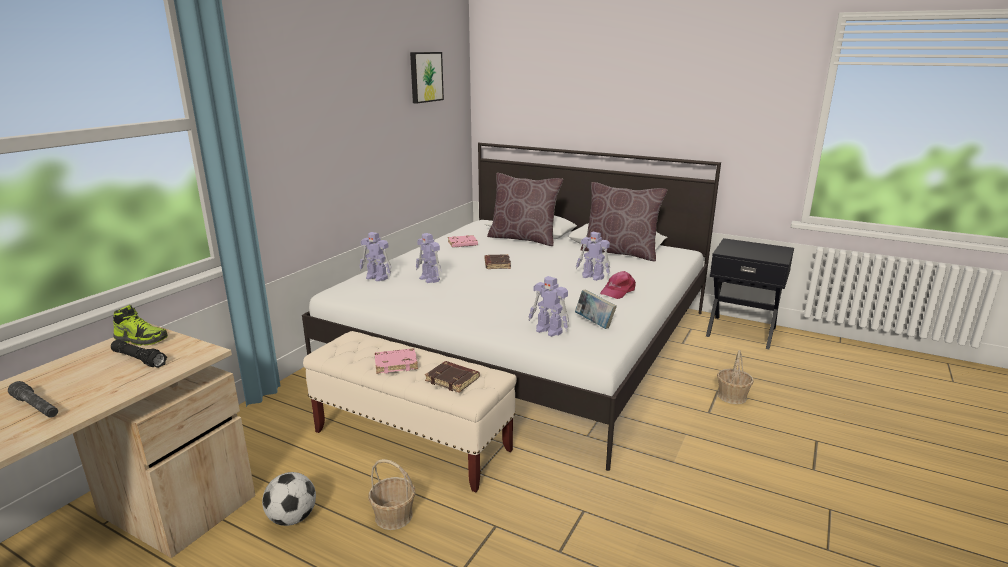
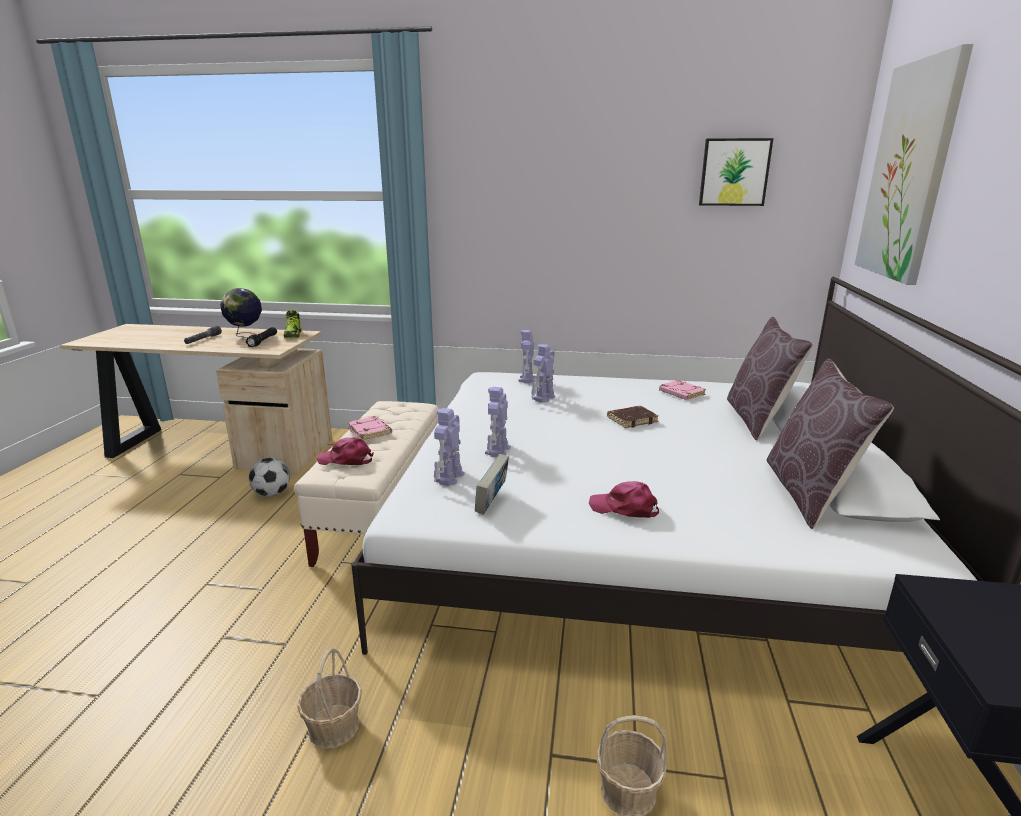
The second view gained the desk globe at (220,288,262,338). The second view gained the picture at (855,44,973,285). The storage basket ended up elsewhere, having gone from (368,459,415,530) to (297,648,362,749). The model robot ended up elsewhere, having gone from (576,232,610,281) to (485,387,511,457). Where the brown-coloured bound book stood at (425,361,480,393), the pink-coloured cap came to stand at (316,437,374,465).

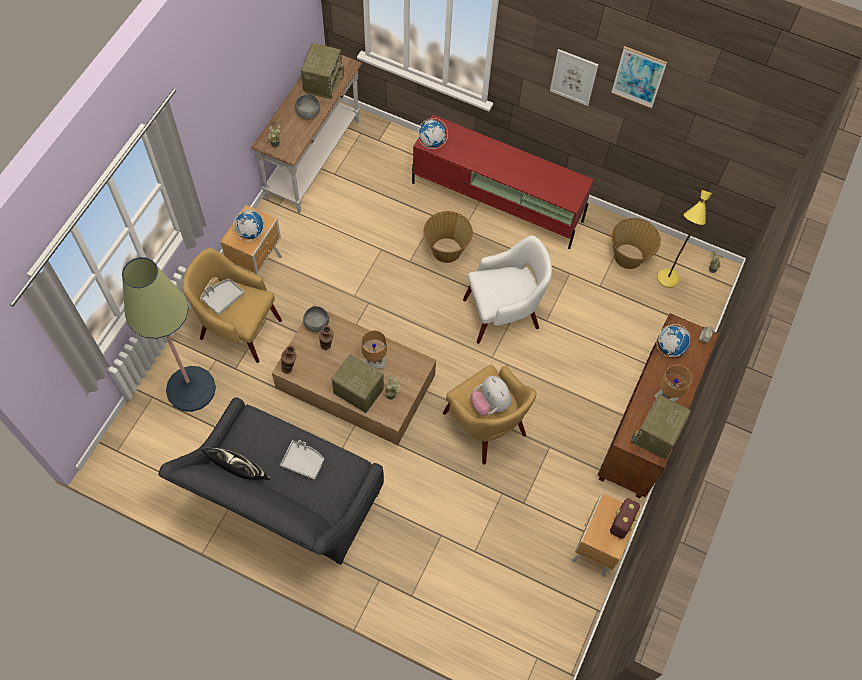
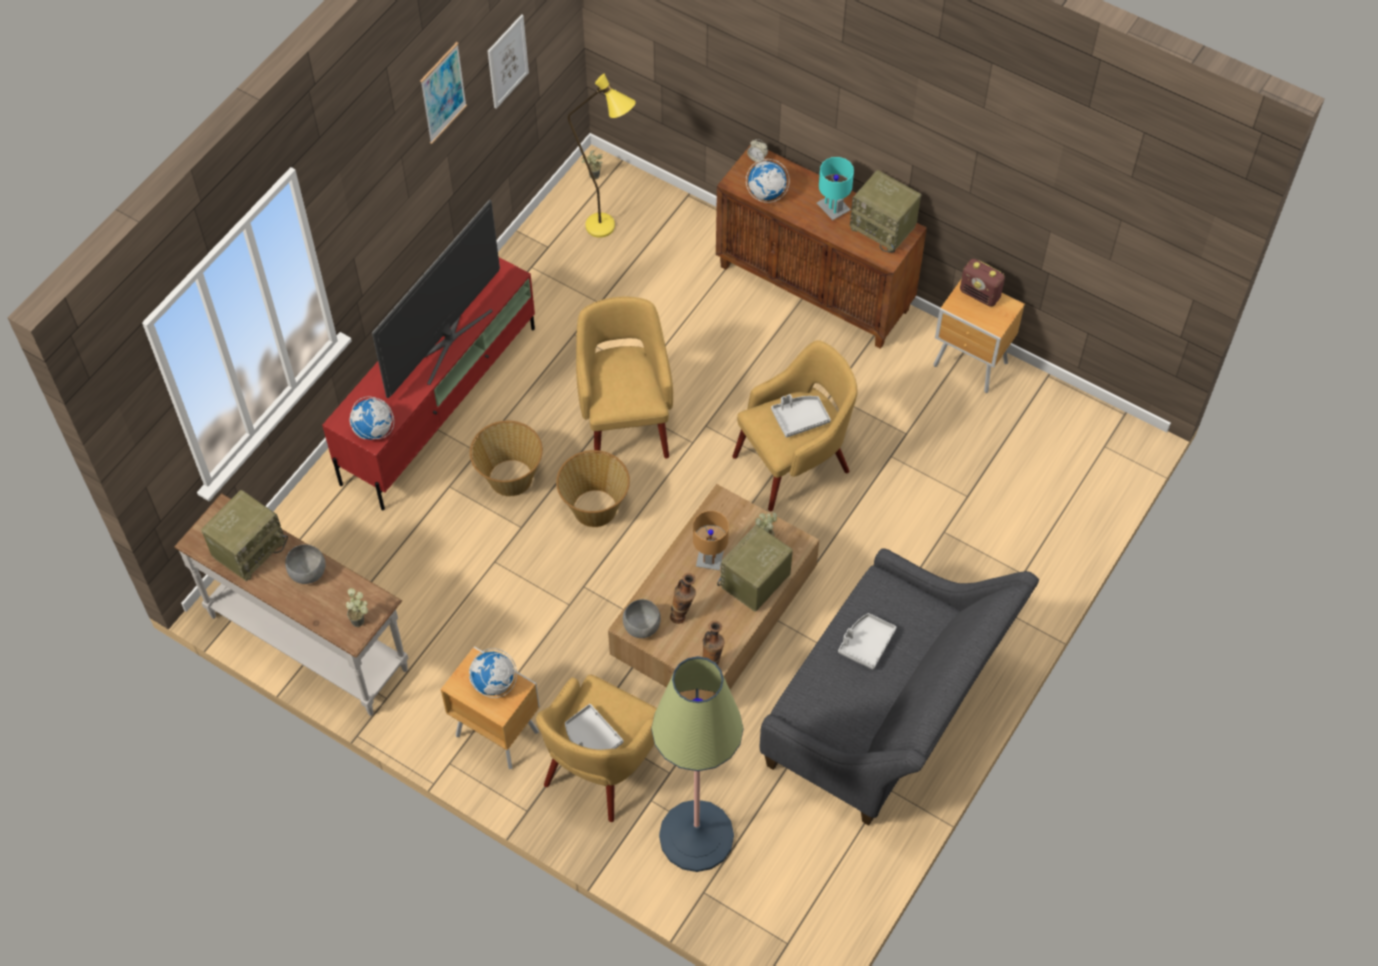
The second view lost the cushion at (201,447,271,480). The second view gained the television at (372,200,500,398). The picture ended up elsewhere, having gone from (550,49,599,106) to (488,14,529,109). The storage basket ended up elsewhere, having gone from (611,218,661,269) to (556,450,630,527). Where the soft toy stood at (470,376,512,416), the greyish carrying tray came to stand at (771,394,831,438). What was the white lounge chair at (463,235,552,344) turned into the yellowish lounge chair at (576,297,673,459). What was the brown-coloured tabletop lamp at (654,365,692,402) turned into the turquoise-coloured tabletop lamp at (817,157,854,220). The radio set at (301,43,344,100) ended up facing another way, 105 degrees clockwise from before.

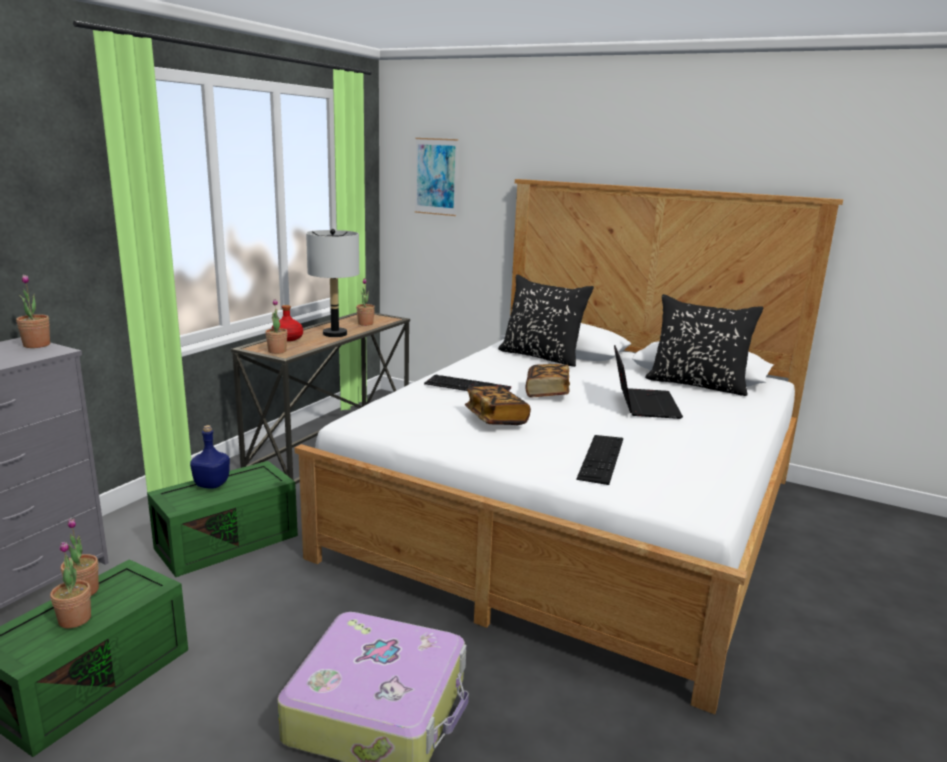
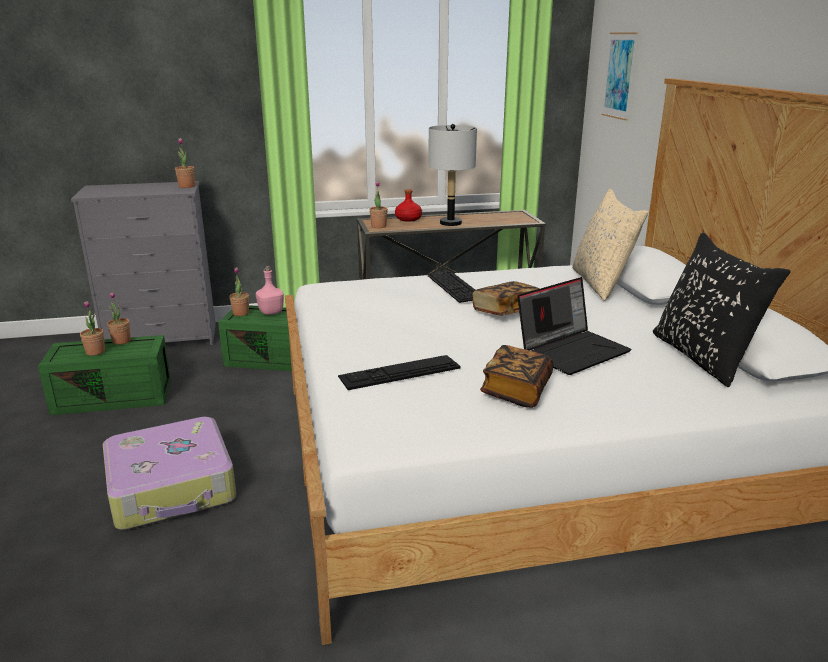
The houseplant ended up elsewhere, having gone from (356,278,375,326) to (229,268,249,316). The bound book ended up elsewhere, having gone from (465,386,531,425) to (480,345,553,408). What was the bluish drink bottle at (190,425,230,488) turned into the pink-coloured drink bottle at (256,266,284,315). What was the black cushion at (498,275,594,367) turned into the beige cushion at (572,189,648,301).

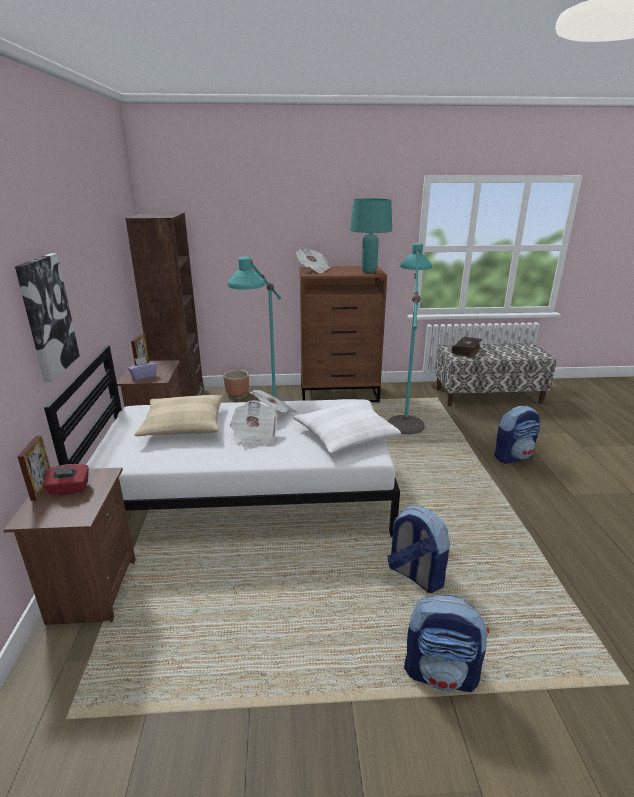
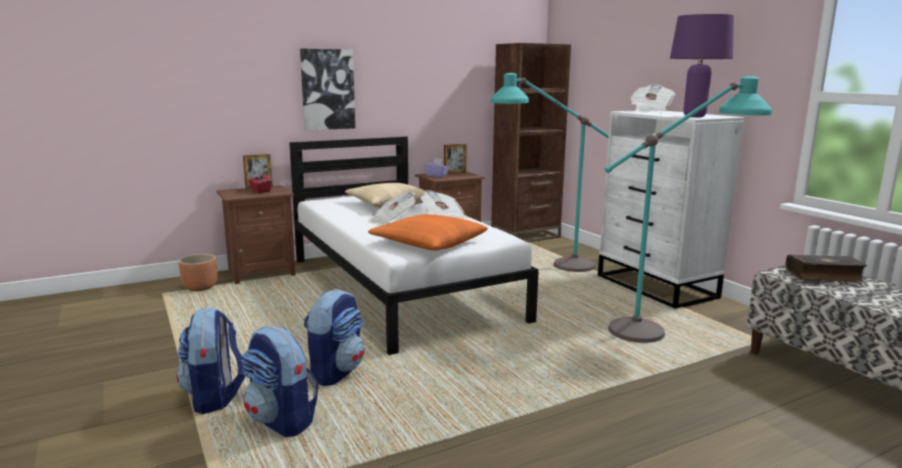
The brown-coloured planter ended up elsewhere, having gone from (224,370,249,397) to (178,254,217,291). The backpack ended up elsewhere, having gone from (494,406,540,464) to (241,326,319,437). What was the white cushion at (293,401,401,454) turned into the orange-coloured cushion at (368,214,488,250). What was the brown-coloured drawer chest at (300,266,387,402) turned into the white drawer chest at (598,110,744,309). What was the turquoise-coloured tabletop lamp at (350,198,392,273) turned into the purple tabletop lamp at (670,14,734,117).

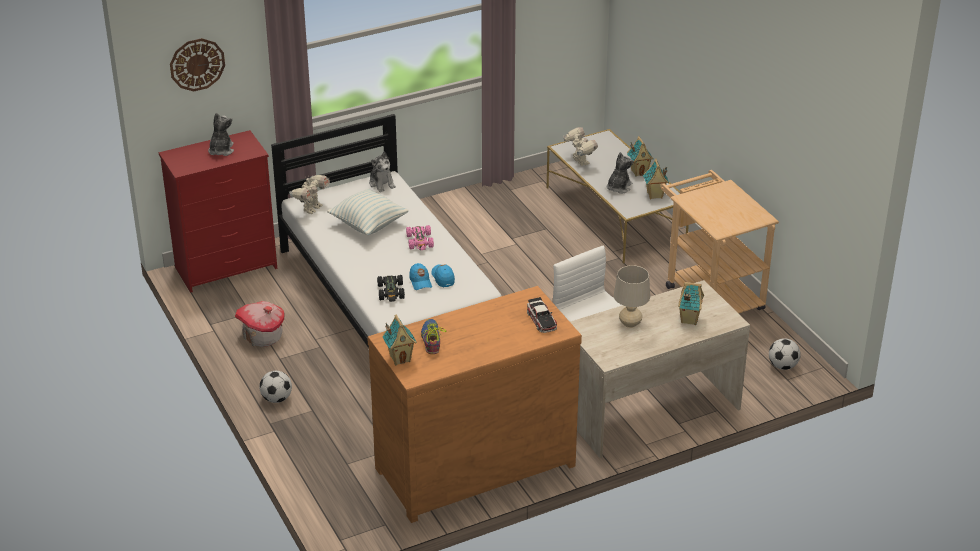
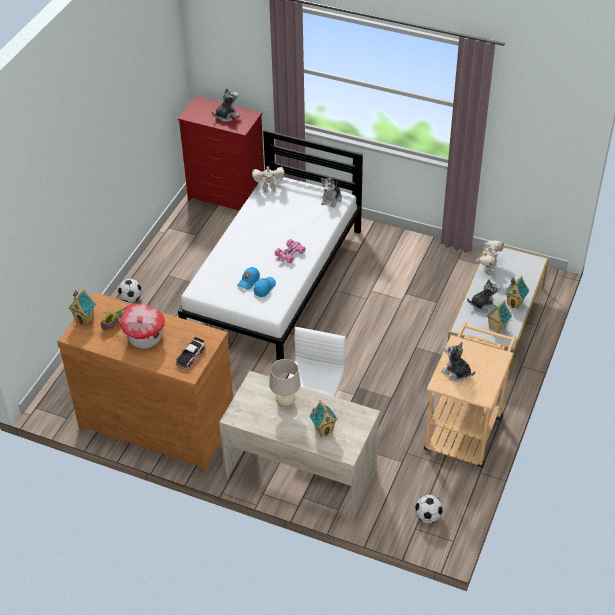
The second view lost the wall clock at (170,38,225,92). The second view lost the cushion at (327,188,409,235). The second view lost the black model car at (377,275,405,302). The second view gained the soft toy at (441,342,475,382). The miniature house ended up elsewhere, having gone from (235,301,285,347) to (119,304,165,349).

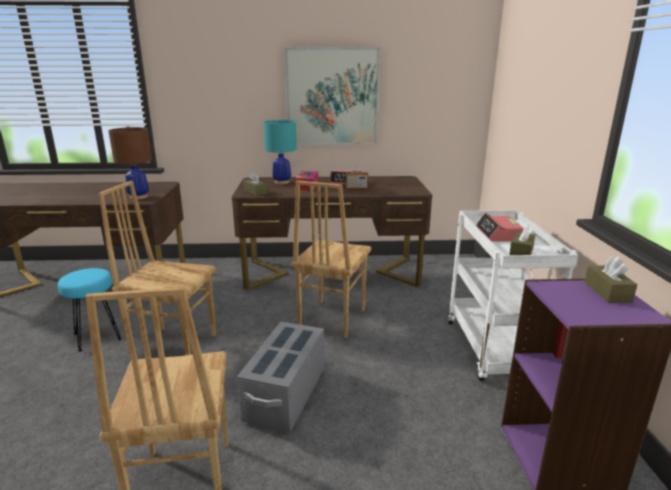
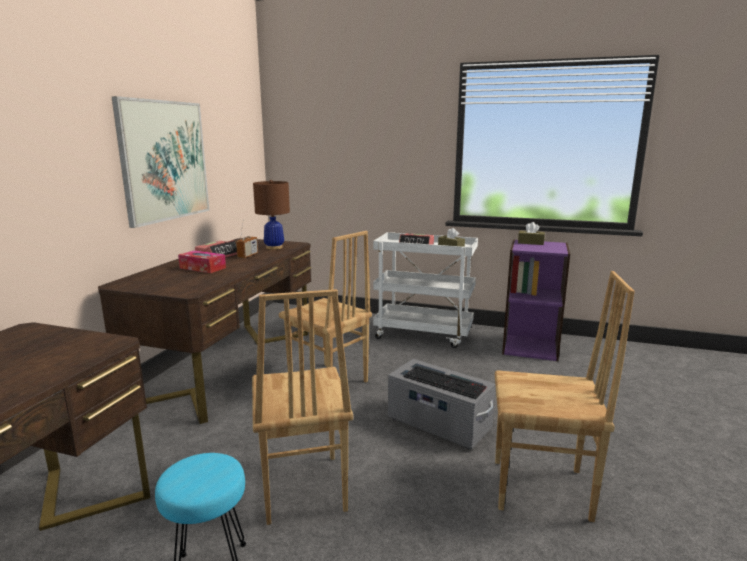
The second view lost the brown-coloured tissue holder at (243,172,268,196). The second view lost the turquoise-coloured tabletop lamp at (263,119,297,184). The second view gained the keyboard at (404,366,487,399). The brown-coloured tabletop lamp ended up elsewhere, having gone from (108,126,152,199) to (253,180,290,250). The brown-coloured plain chair at (99,181,216,358) ended up facing another way, 45 degrees counterclockwise from before.

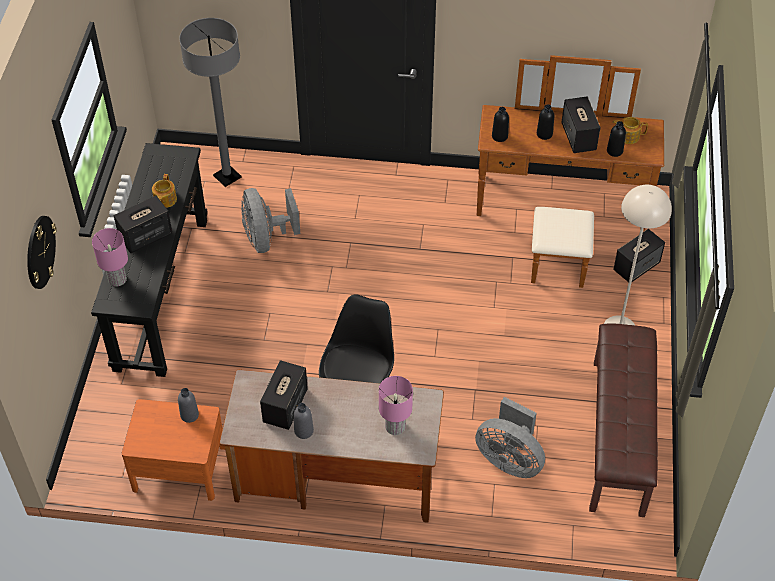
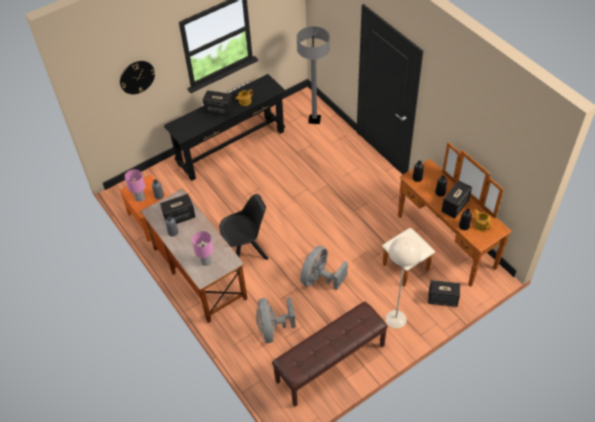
The pink-coloured tabletop lamp ended up elsewhere, having gone from (92,228,128,286) to (125,169,145,202). The greyish cooling fan ended up elsewhere, having gone from (241,188,300,253) to (300,246,348,290).

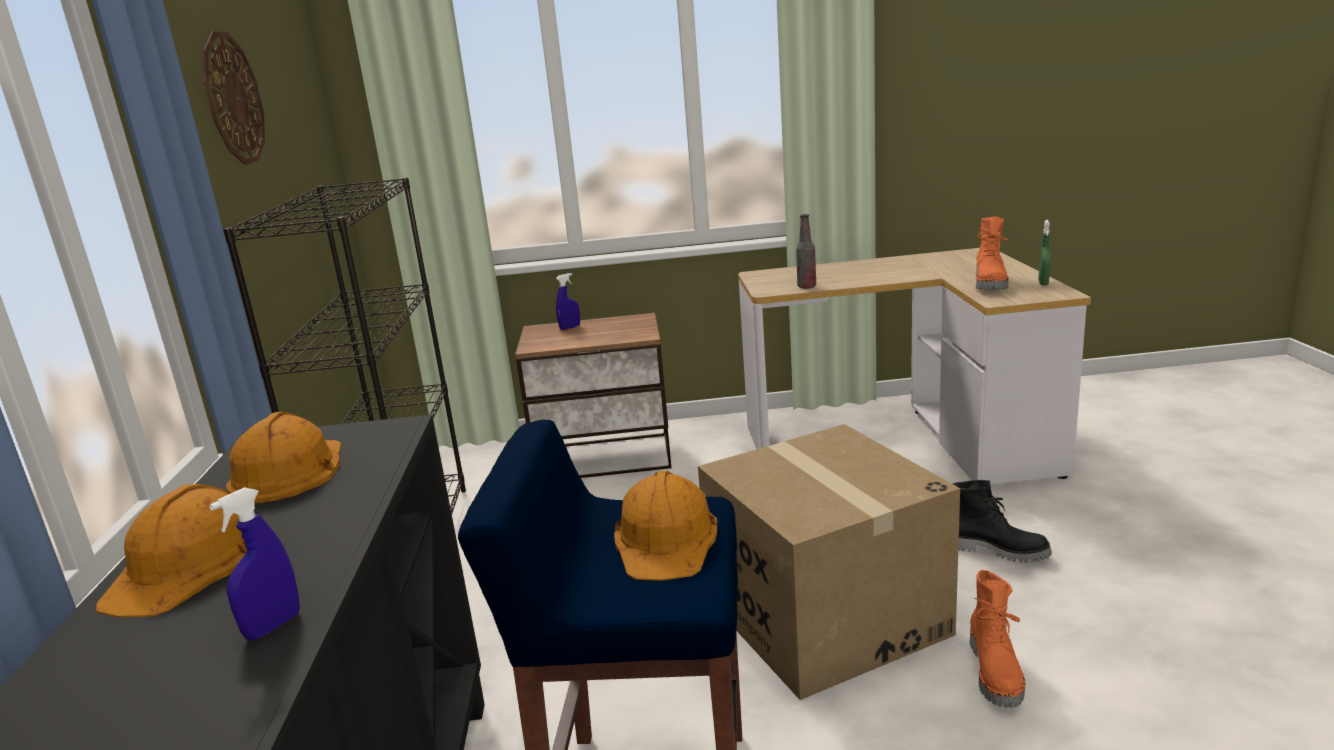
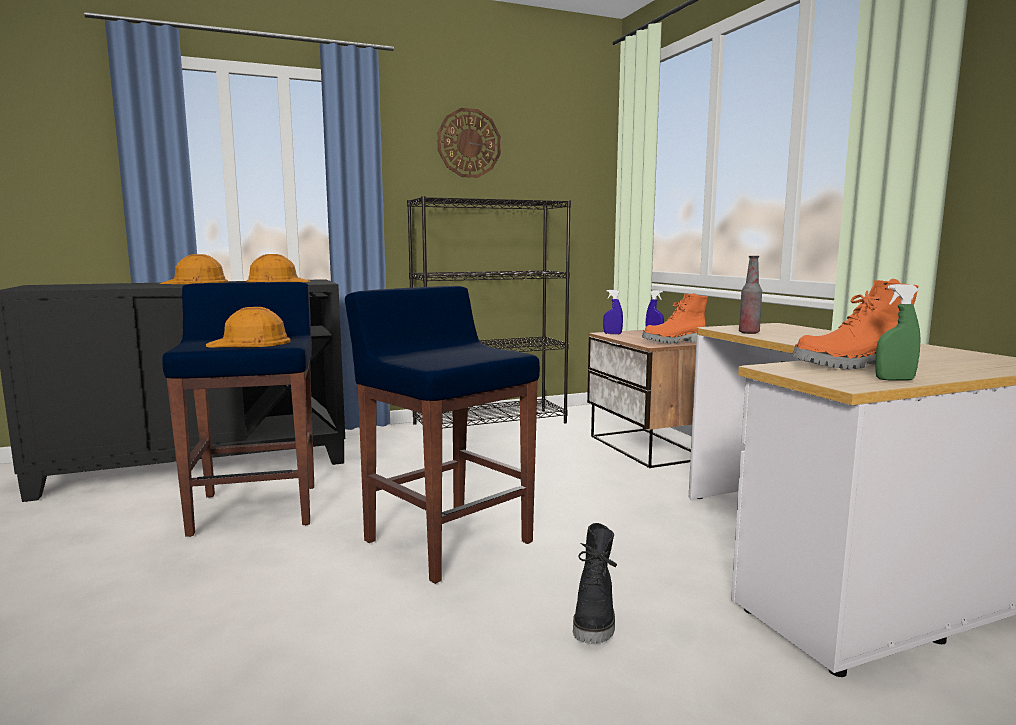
The bluish hand sprayer ended up elsewhere, having gone from (209,487,300,640) to (603,290,623,334). The orange-coloured high-top boot ended up elsewhere, having gone from (970,570,1025,708) to (642,293,708,344). Where the carton stood at (698,424,960,700), the bluish stool seat came to stand at (345,286,540,584).

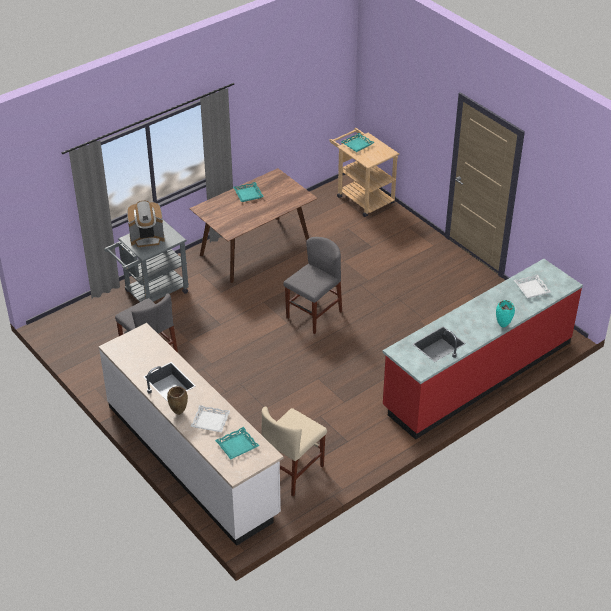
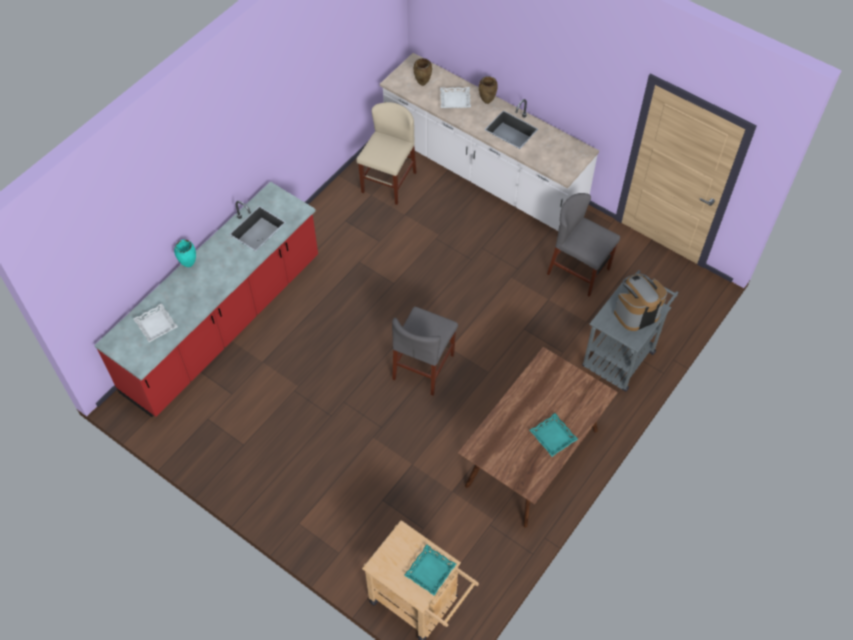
Where the turquoise-coloured carrying tray stood at (215,427,259,460), the brown-coloured decorative vase came to stand at (414,58,432,86).

